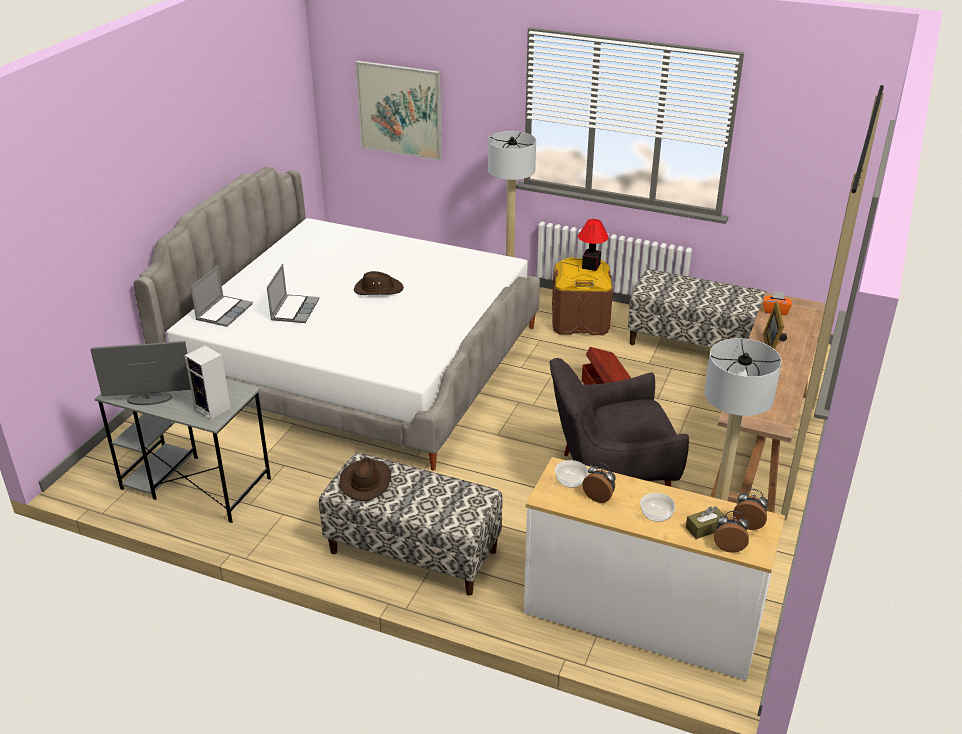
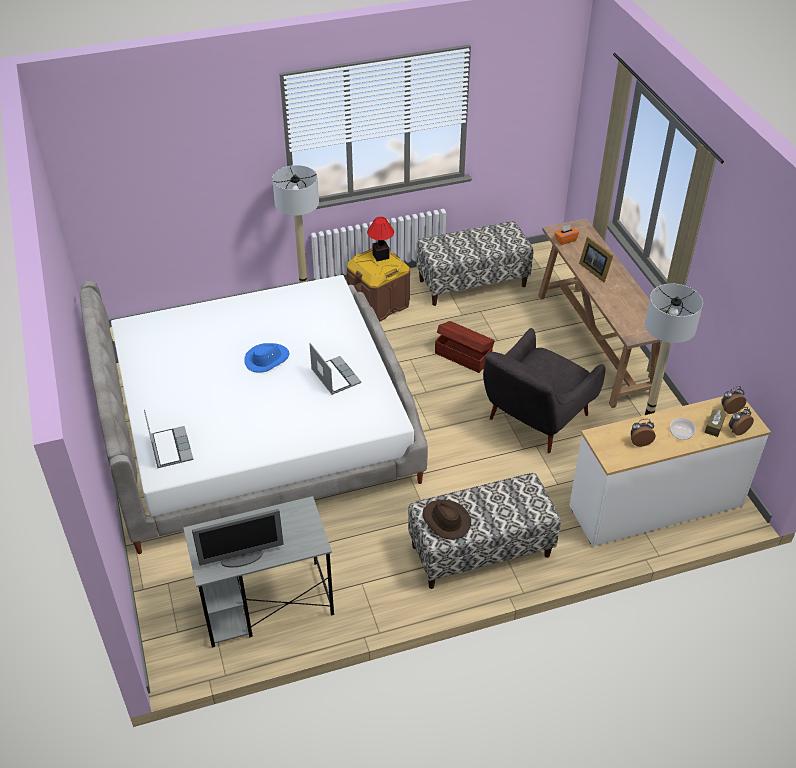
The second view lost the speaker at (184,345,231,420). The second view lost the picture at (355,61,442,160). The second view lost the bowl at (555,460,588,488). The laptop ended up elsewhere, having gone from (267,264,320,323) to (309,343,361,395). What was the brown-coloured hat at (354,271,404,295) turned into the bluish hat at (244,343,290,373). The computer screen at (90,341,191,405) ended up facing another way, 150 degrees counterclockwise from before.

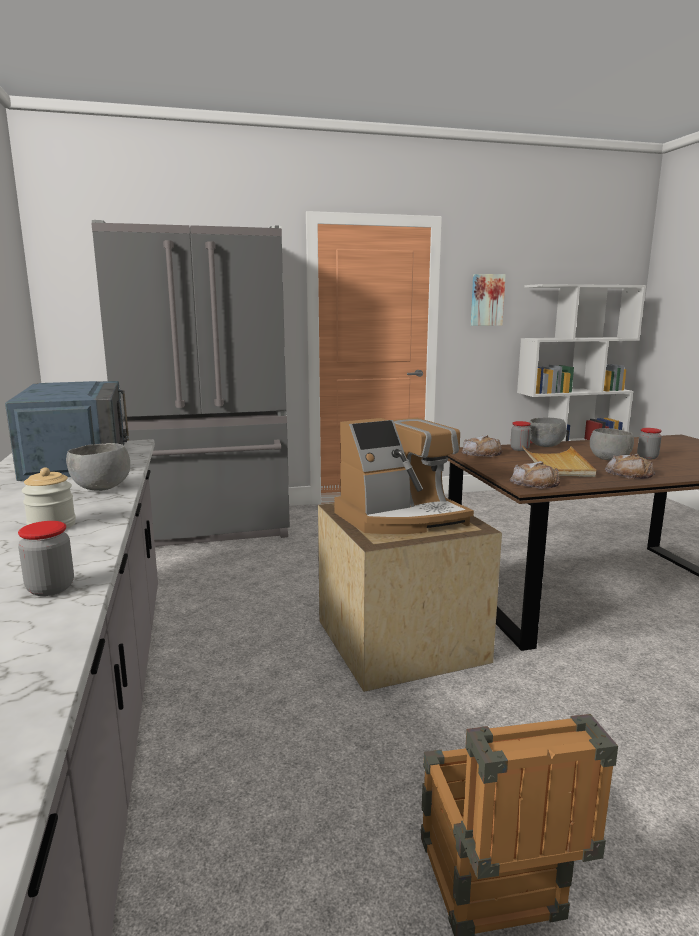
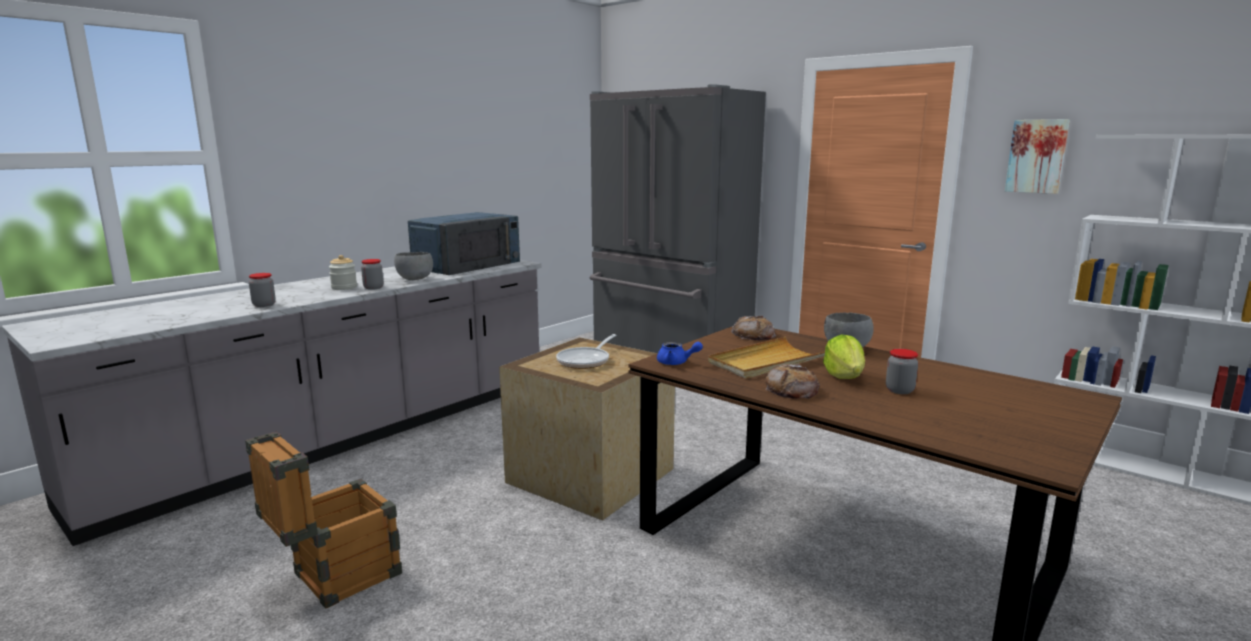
The storage jar ended up elsewhere, having gone from (510,421,531,451) to (361,259,383,290). Where the coffee machine stood at (334,418,474,534), the pan came to stand at (556,334,616,369). Where the bread stood at (510,461,560,489), the bluish tea pot came to stand at (657,342,703,365). Where the greyish bowl stood at (590,428,634,460), the lettuce head came to stand at (823,334,865,379).

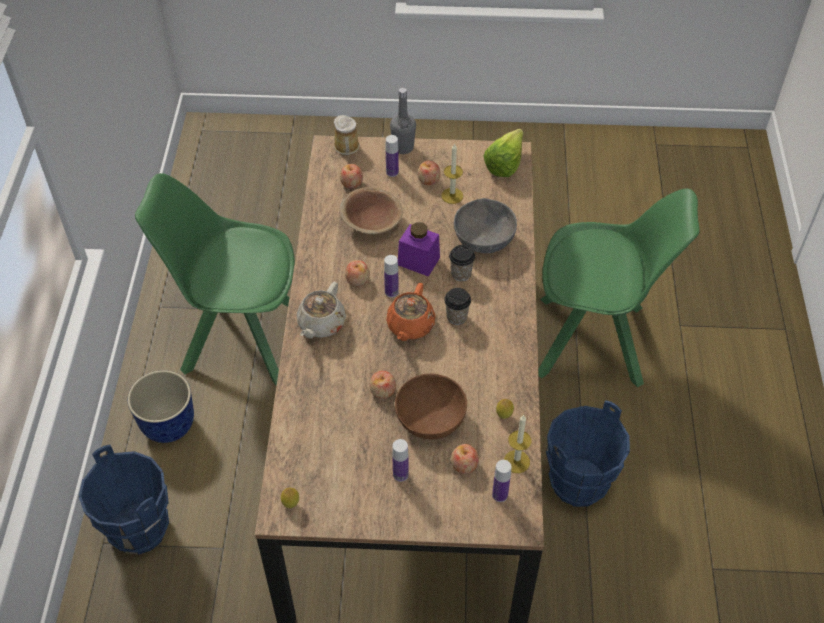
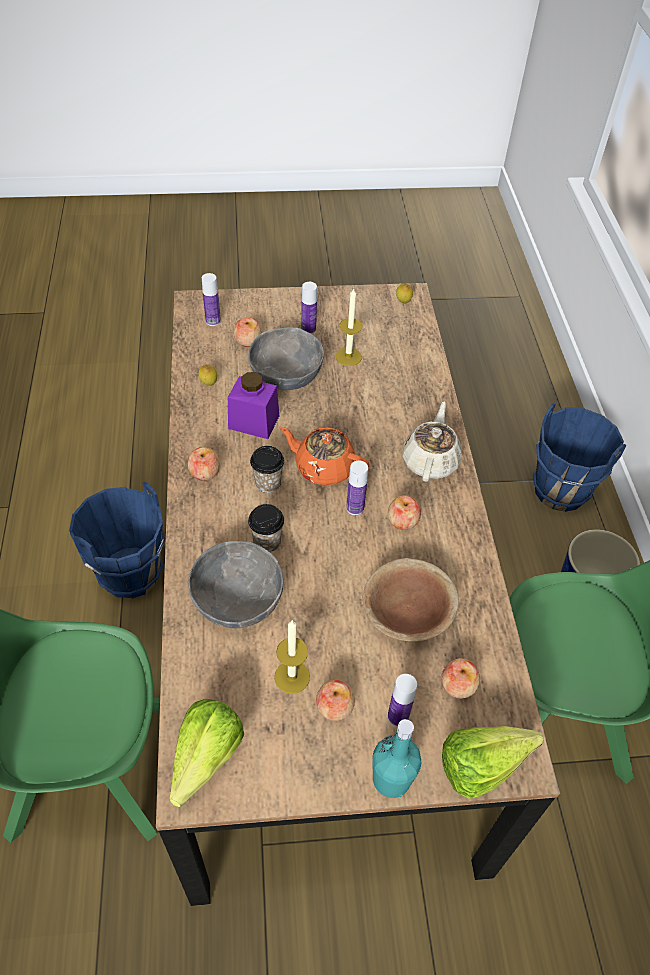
The apple ended up elsewhere, having gone from (369,371,396,399) to (188,447,220,480). The purple storage jar ended up elsewhere, having gone from (398,222,440,277) to (228,372,279,439). The wax candle ended up elsewhere, having gone from (504,415,531,473) to (336,288,363,366). Where the mug stood at (334,115,360,155), the lettuce head came to stand at (442,726,543,799). What was the greyish drink bottle at (390,88,416,154) turned into the turquoise-coloured drink bottle at (372,719,422,798). What was the brown-coloured bowl at (395,373,467,440) turned into the greyish bowl at (248,327,324,390). The orange-coloured tea pot at (386,283,435,341) ended up facing another way, 75 degrees counterclockwise from before.

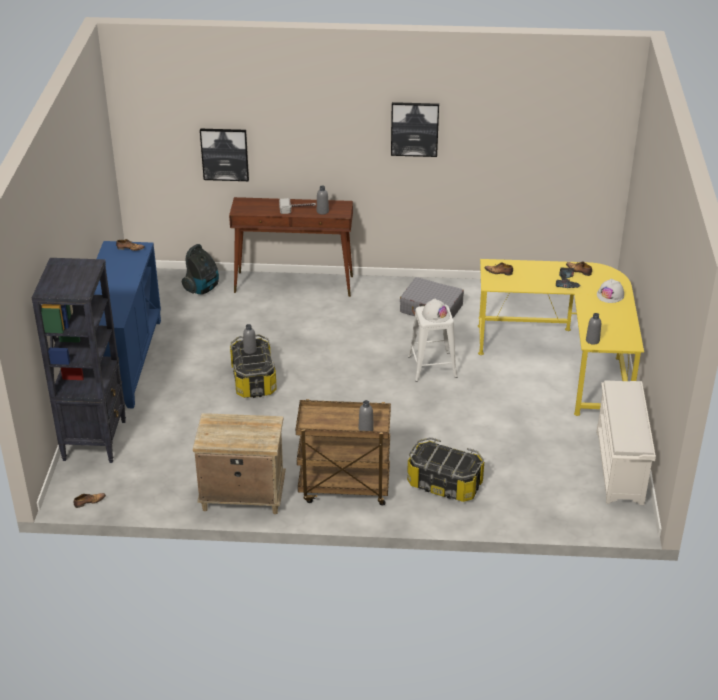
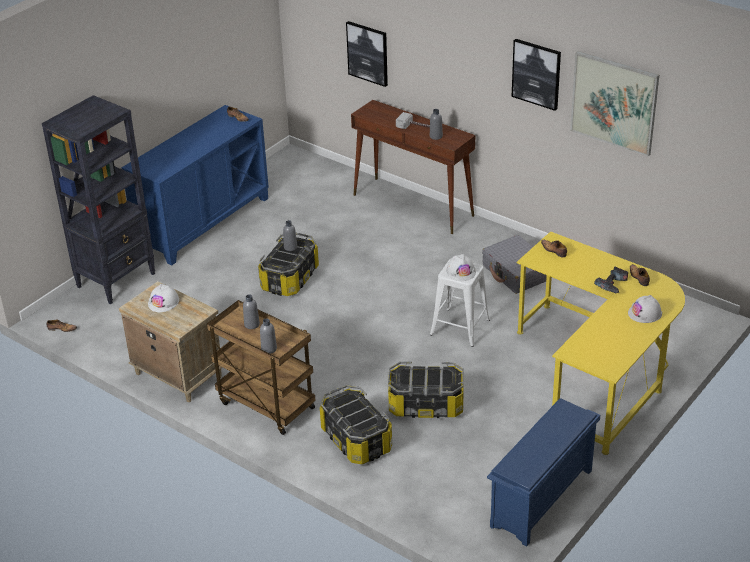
The second view lost the vacuum at (182,244,219,294). The second view gained the white safety helmet at (148,284,179,312). The second view gained the storage container at (388,361,464,418). The second view gained the picture at (570,51,659,156). The greyish drink bottle ended up elsewhere, having gone from (586,313,601,345) to (243,294,260,329). What was the white shoe stand at (597,381,656,505) turned into the bluish shoe stand at (487,398,600,546).

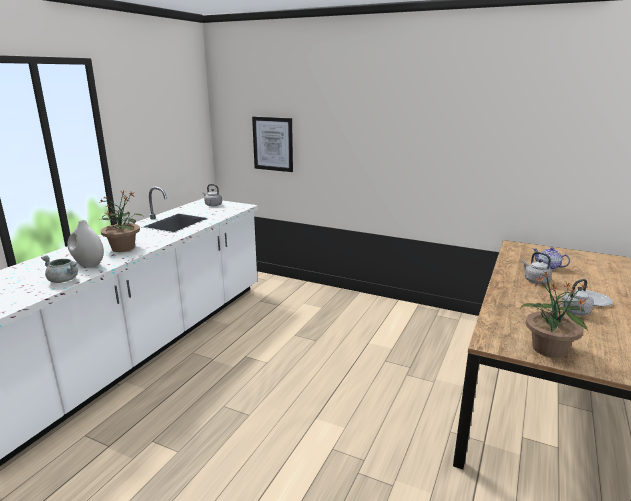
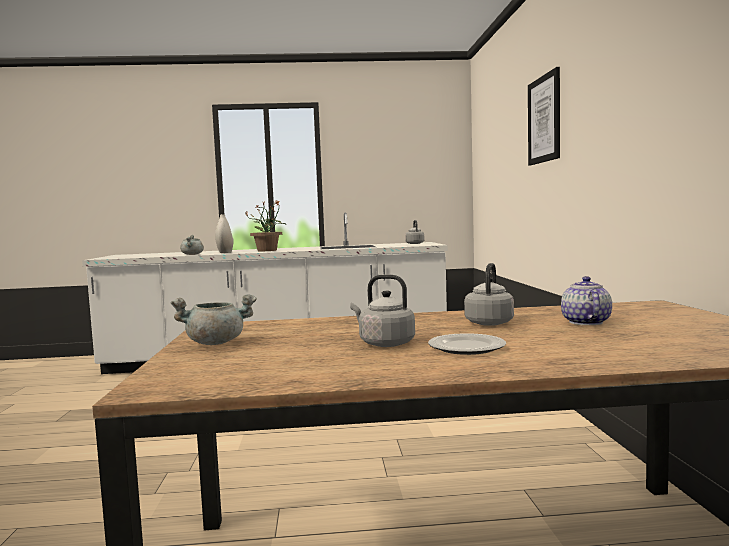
The picture ended up elsewhere, having gone from (252,117,293,172) to (528,67,560,165). Where the houseplant stood at (520,271,588,358), the greyish cooking pot came to stand at (170,294,257,345).

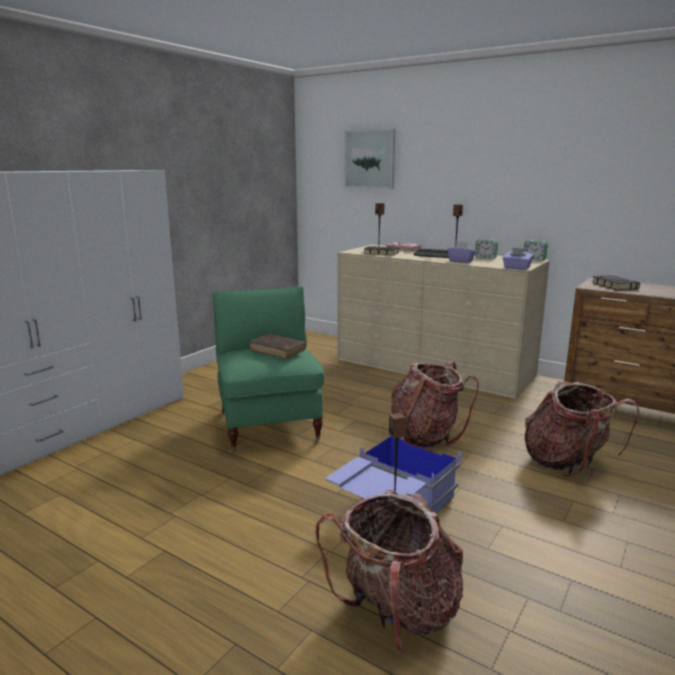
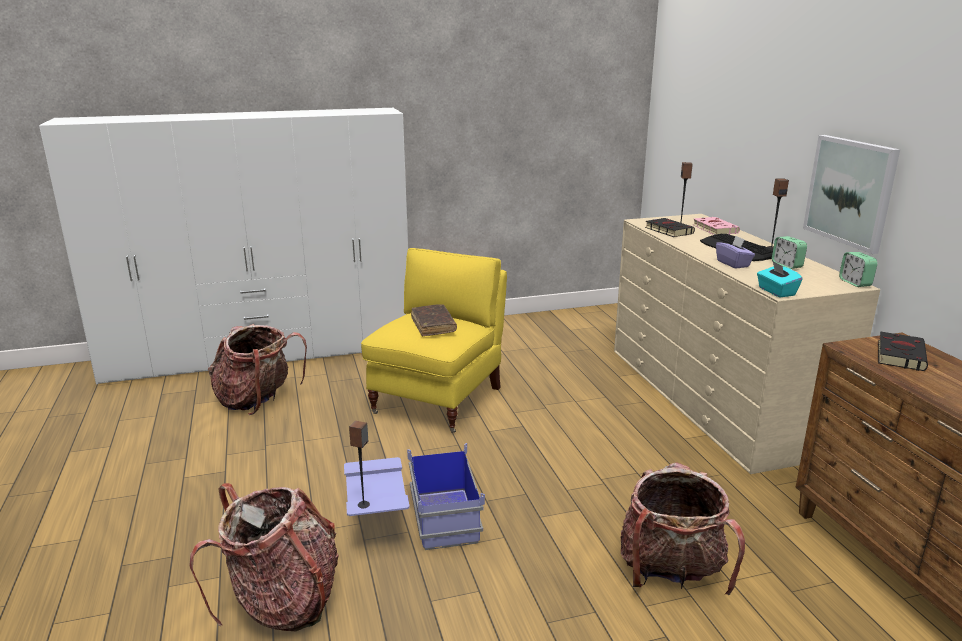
The picture ended up elsewhere, having gone from (344,128,396,189) to (803,135,900,254). The backpack ended up elsewhere, having gone from (391,361,479,449) to (208,324,307,415). What was the green lounge chair at (213,286,324,452) turned into the yellowish lounge chair at (361,248,507,433). What was the purple tissue holder at (503,247,534,270) turned into the turquoise-coloured tissue holder at (757,261,803,297).

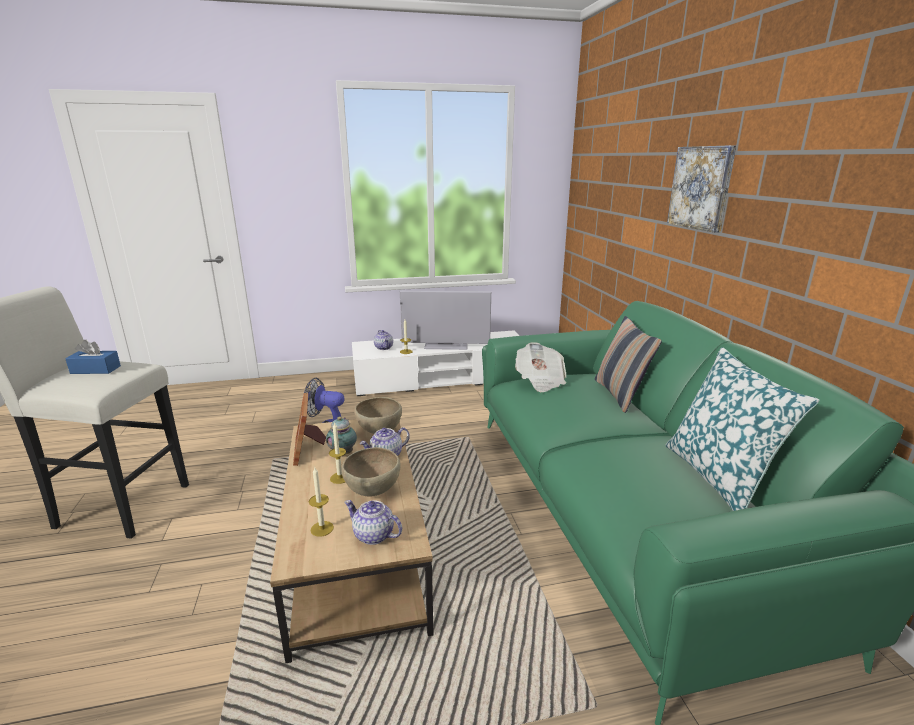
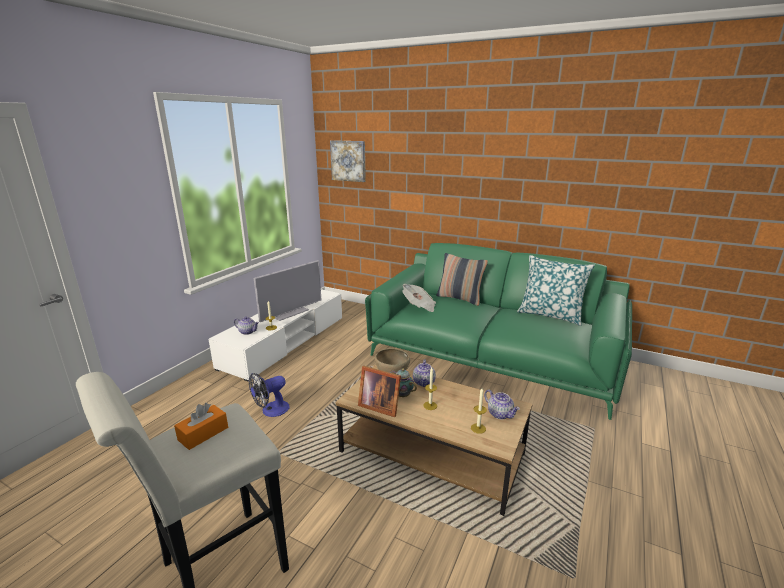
The second view lost the brown-coloured bowl at (342,447,401,497). The picture ended up elsewhere, having gone from (667,145,736,233) to (330,140,366,182). What was the bluish tissue holder at (65,340,121,374) turned into the orange-coloured tissue holder at (174,403,228,450). The tea pot at (345,500,402,545) ended up facing another way, 105 degrees counterclockwise from before.

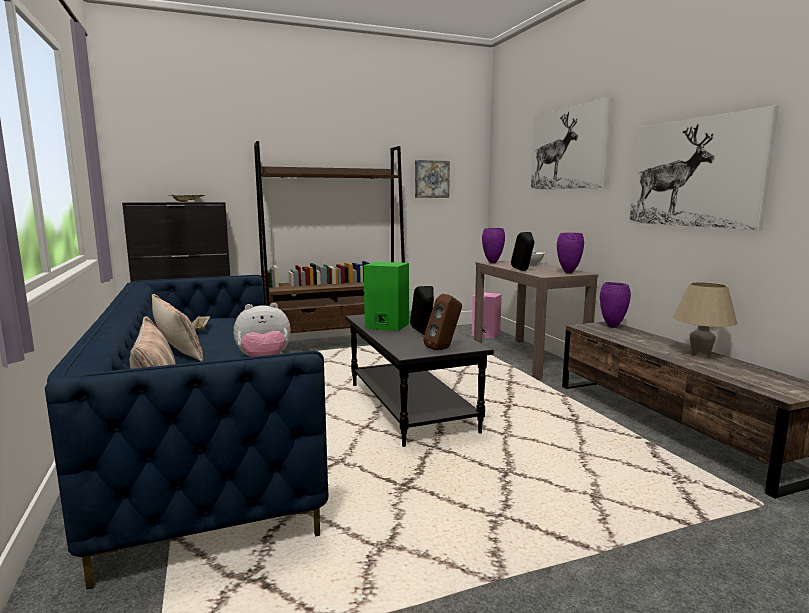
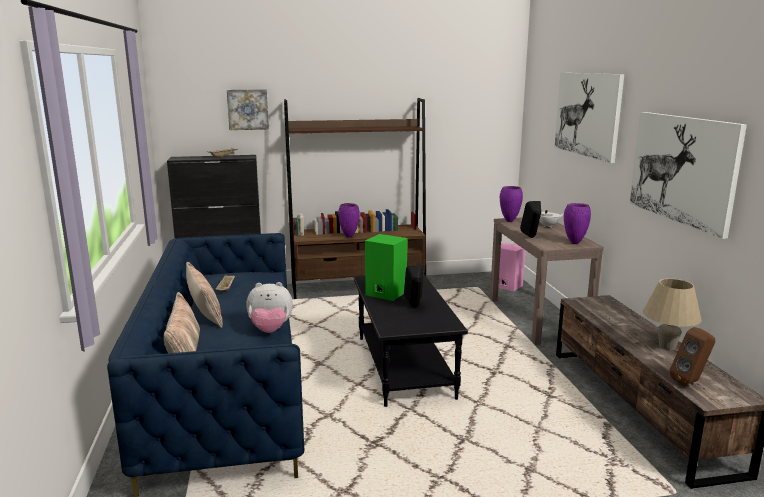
The picture ended up elsewhere, having gone from (415,160,450,198) to (227,89,269,130). The brown-coloured speaker ended up elsewhere, having gone from (423,294,462,350) to (670,327,715,386). The purple decorative vase ended up elsewhere, having gone from (600,282,631,328) to (338,203,360,238).

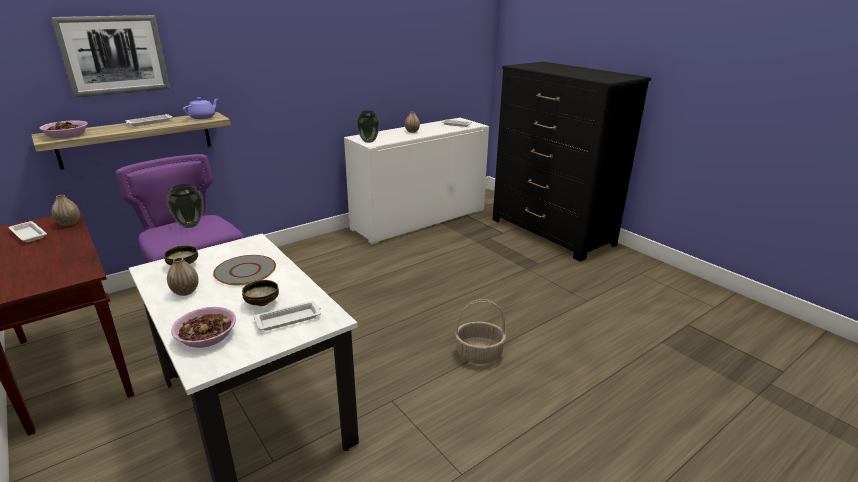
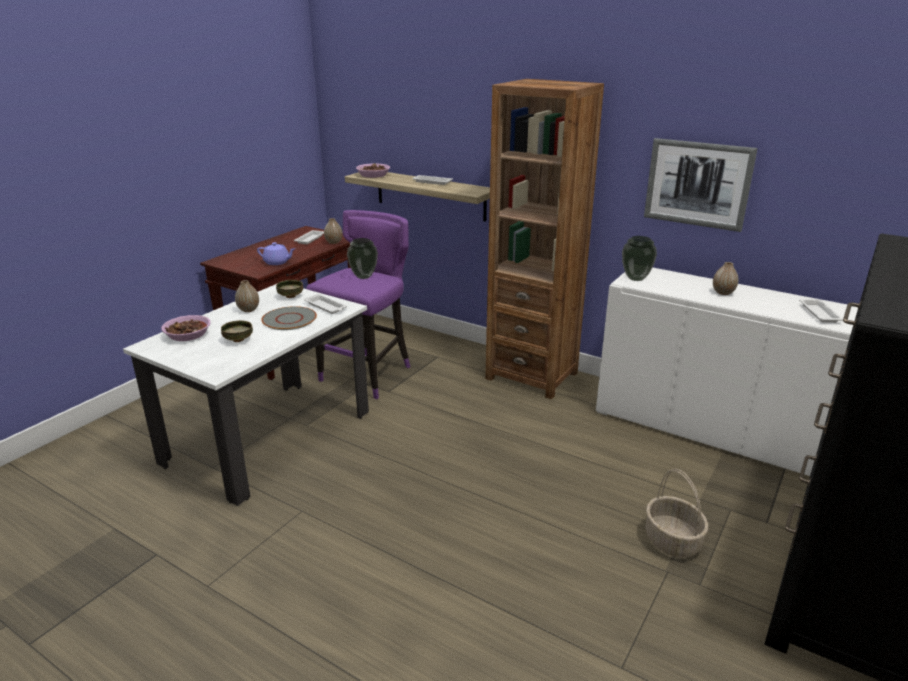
The second view gained the brown-coloured shelving unit at (485,79,604,399). The picture ended up elsewhere, having gone from (51,15,170,98) to (644,138,758,232). The purple tea pot ended up elsewhere, having gone from (183,97,218,119) to (257,242,295,265). The white carrying tray ended up elsewhere, having gone from (253,301,321,331) to (304,293,347,314). The storage basket ended up elsewhere, having gone from (455,299,506,364) to (645,469,708,558).

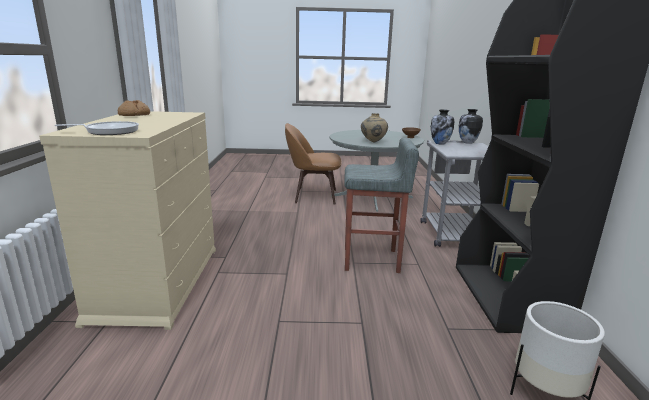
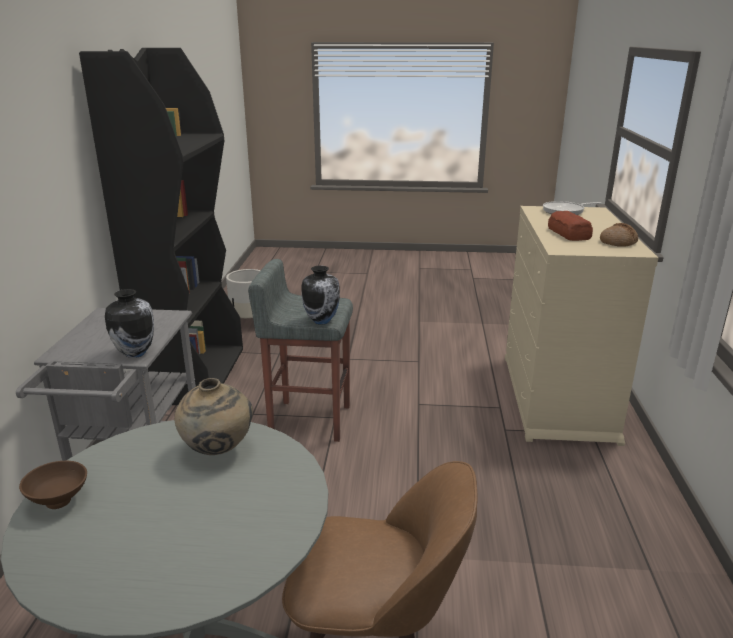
The second view gained the bread at (548,211,593,241). The decorative vase ended up elsewhere, having gone from (459,109,483,144) to (301,266,340,325).

